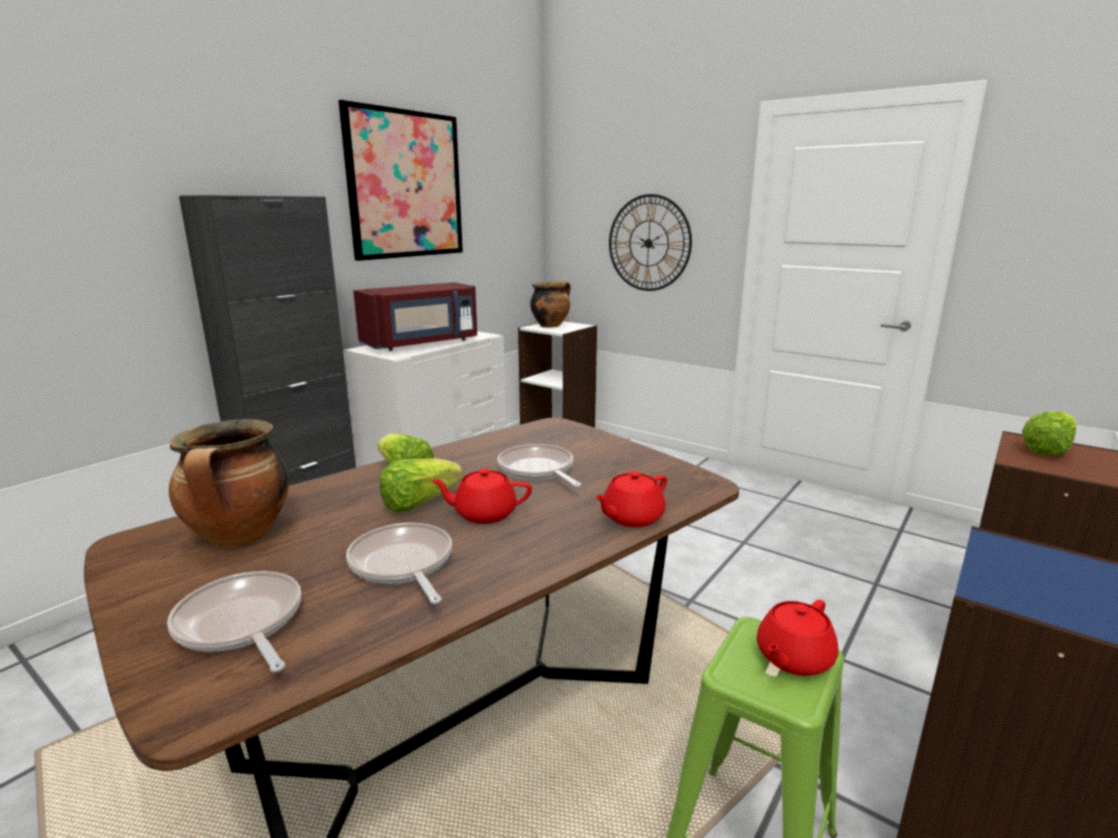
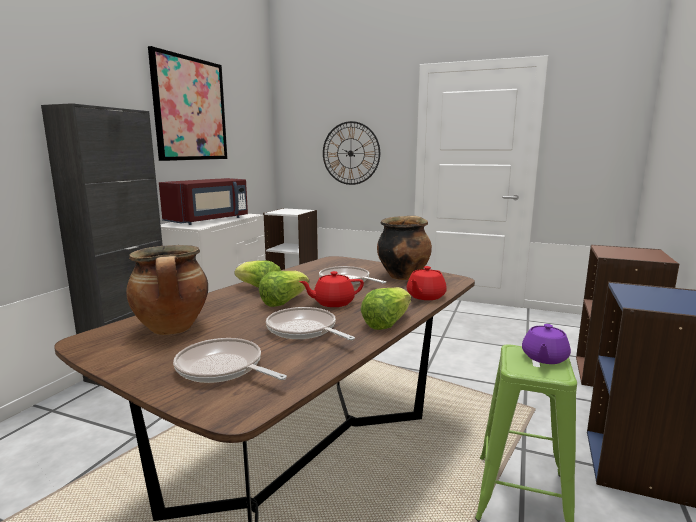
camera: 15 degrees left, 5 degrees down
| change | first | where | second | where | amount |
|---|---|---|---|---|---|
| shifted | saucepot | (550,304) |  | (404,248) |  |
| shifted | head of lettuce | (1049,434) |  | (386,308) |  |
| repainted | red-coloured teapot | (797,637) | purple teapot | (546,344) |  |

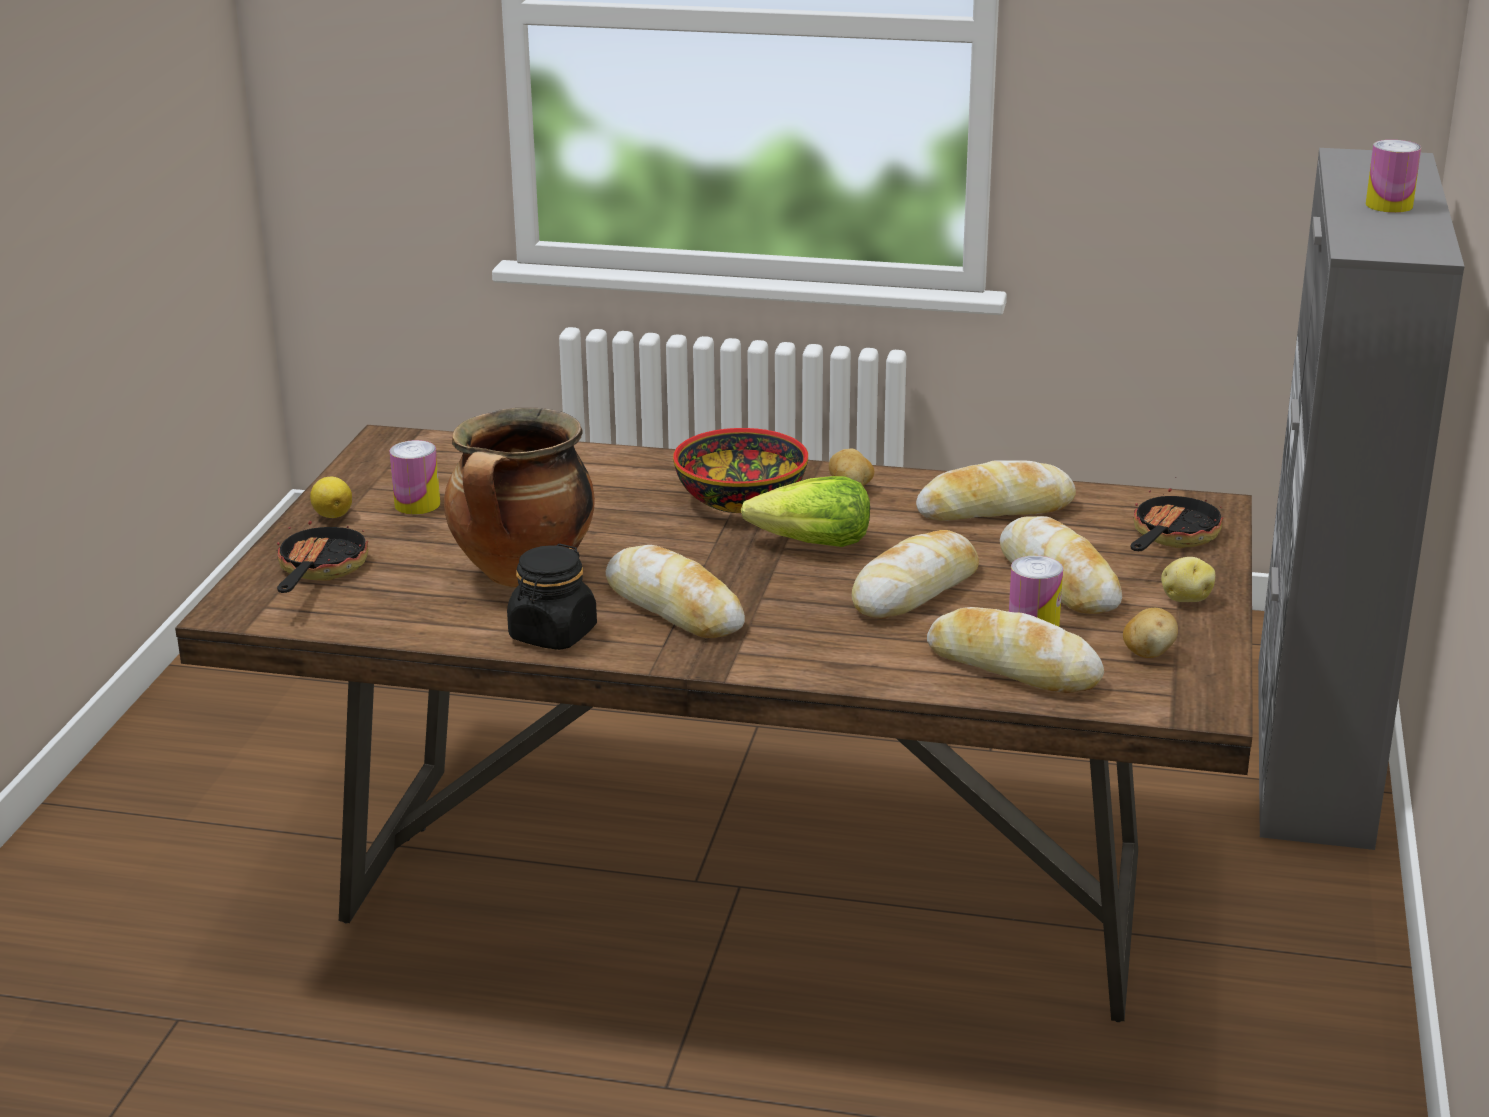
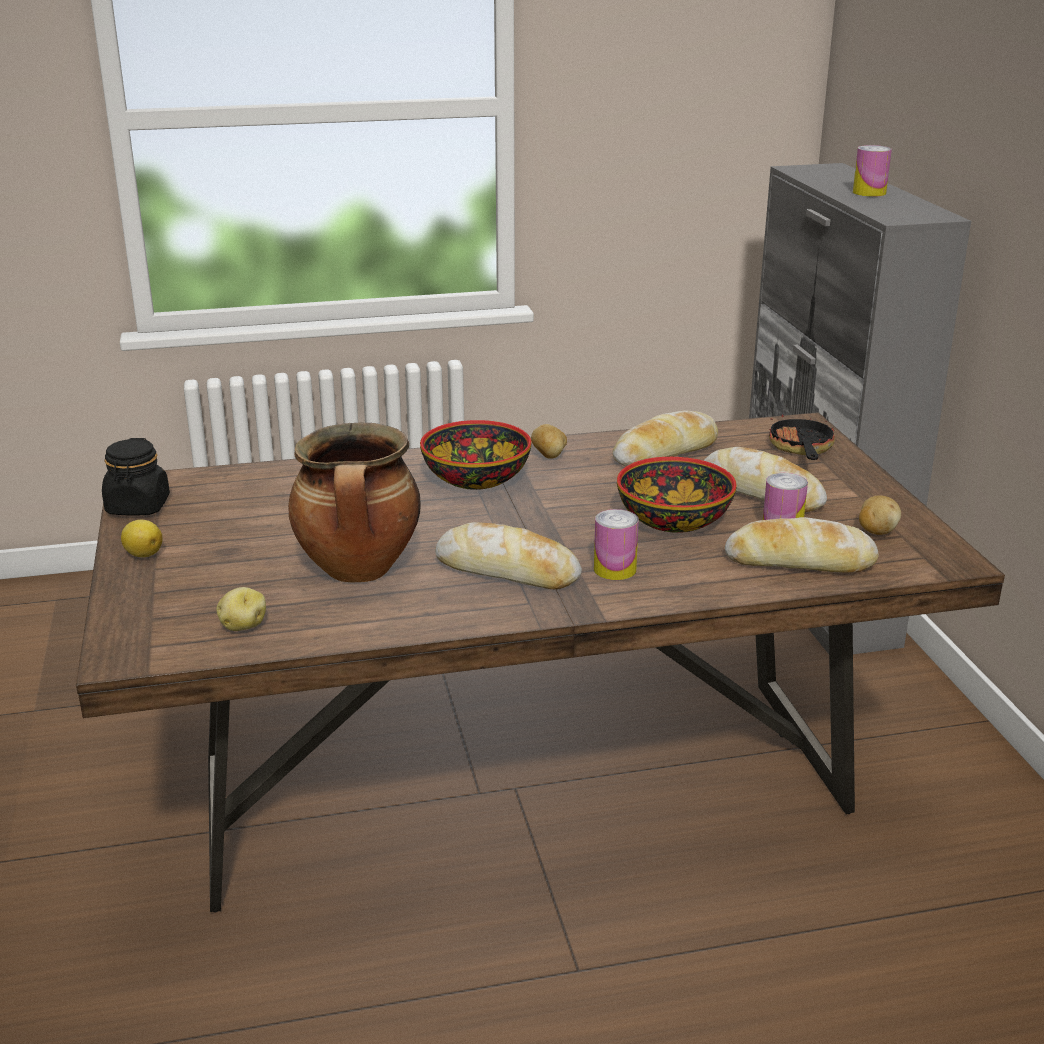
camera: 25 degrees left, 0 degrees up
| change | first | where | second | where | amount |
|---|---|---|---|---|---|
| gone | skillet | (322,551) |  |  |  |
| gone | head of lettuce | (805,511) |  |  |  |
| shifted | metal can | (415,477) |  | (616,544) |  |
| shifted | black jar | (552,597) |  | (136,477) |  |
| shifted | whole potato | (1188,579) |  | (241,609) |  |
| swapped | bakery bread | (915,574) | serving bowl | (677,495) |  |

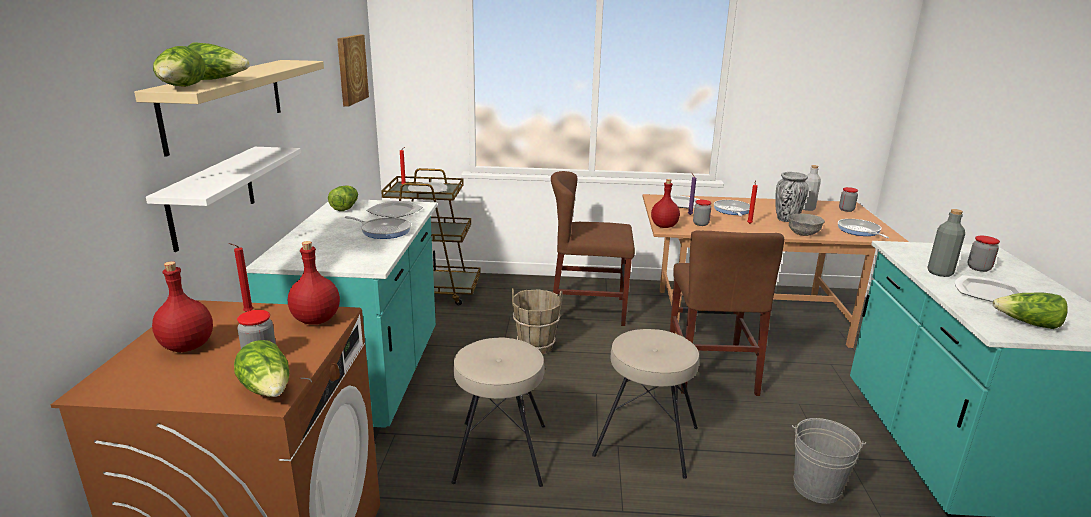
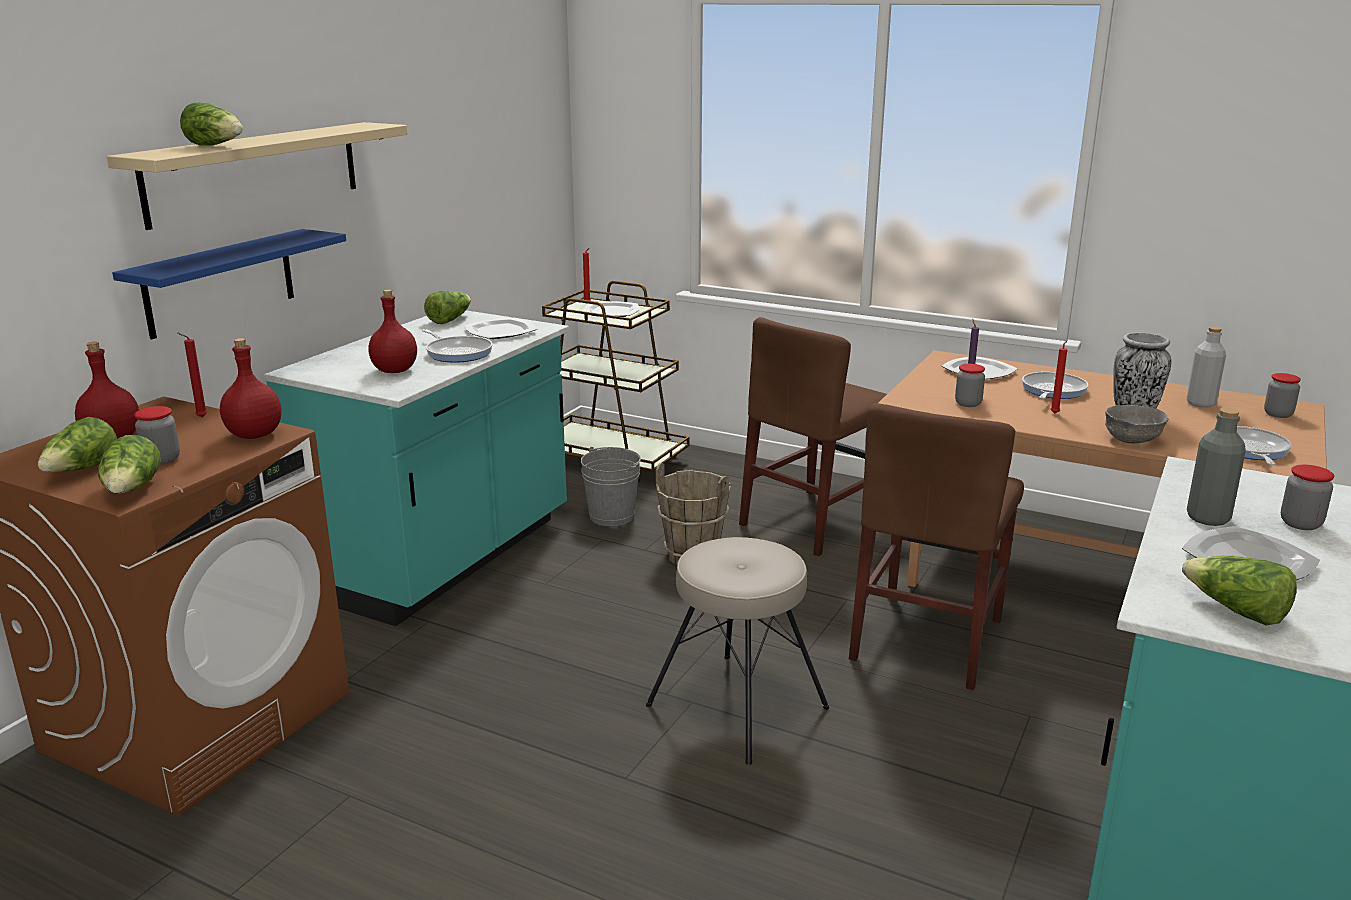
camera: 25 degrees right, 0 degrees up
| change | first | where | second | where | amount |
|---|---|---|---|---|---|
| gone | wall picture | (353,71) |  |  |  |
| gone | sand-coloured stool seat | (498,412) |  |  |  |
| shifted | head of lettuce | (179,66) |  | (77,444) |  |
| shifted | red-coloured beverage bottle | (665,203) |  | (393,331) |  |
| shifted | greyish water bucket | (829,461) |  | (611,486) |  |
| repainted | white-coloured bracket shelf | (223,199) | blue bracket shelf | (229,284) |  |
| rotated | brown-coloured chair | (593,248) |  | (813,436) | 75 degrees counterclockwise |

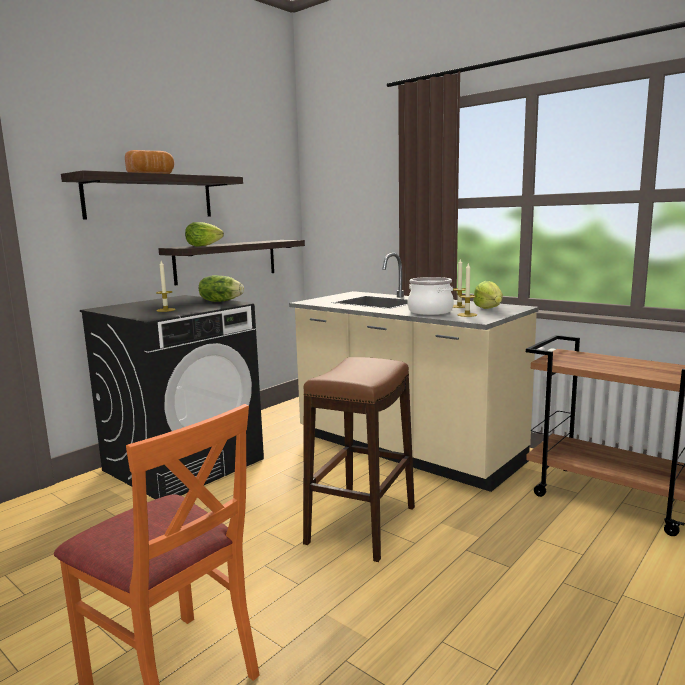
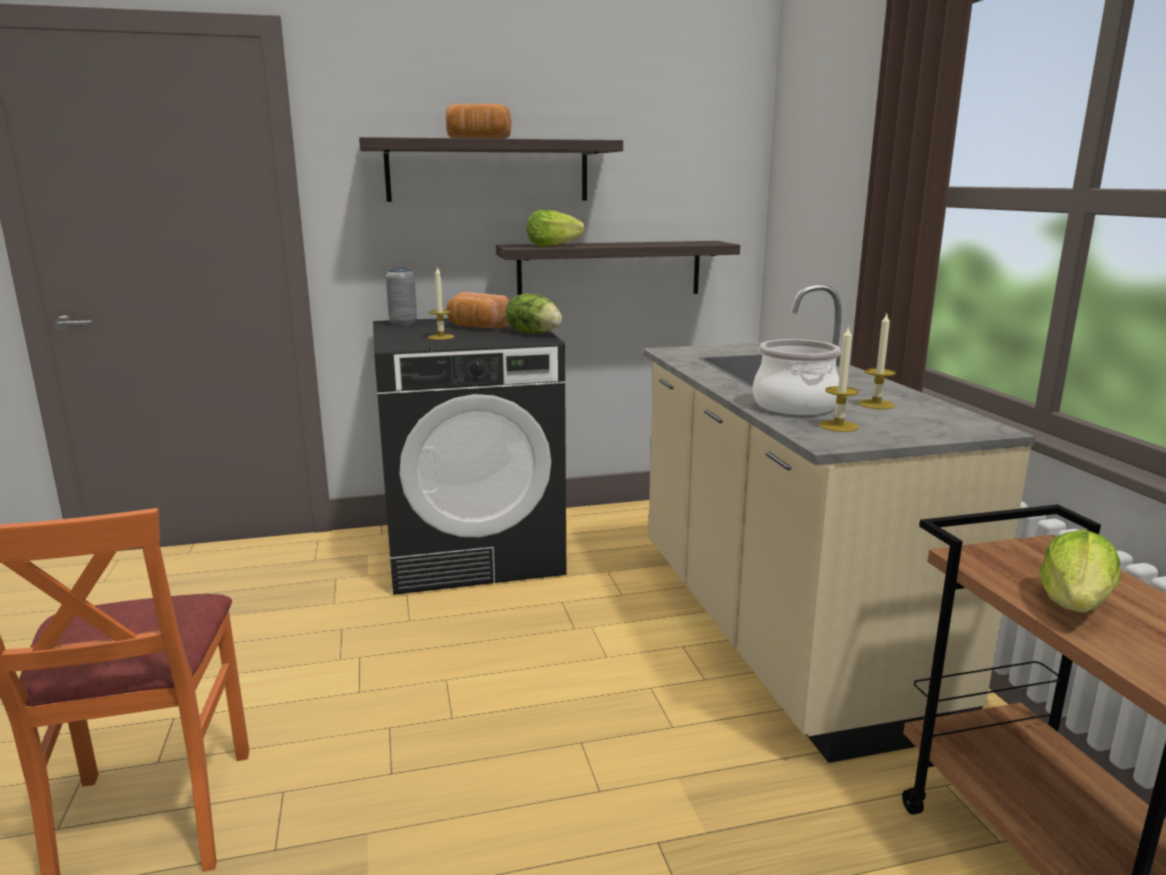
camera: 35 degrees right, 5 degrees up
| change | first | where | second | where | amount |
|---|---|---|---|---|---|
| gone | brown-coloured stool seat | (359,459) |  |  |  |
| new |  |  | greyish flower vase | (401,296) |  |
| new |  |  | bakery bread | (477,310) |  |
| shifted | head of lettuce | (488,295) |  | (1080,571) |  |

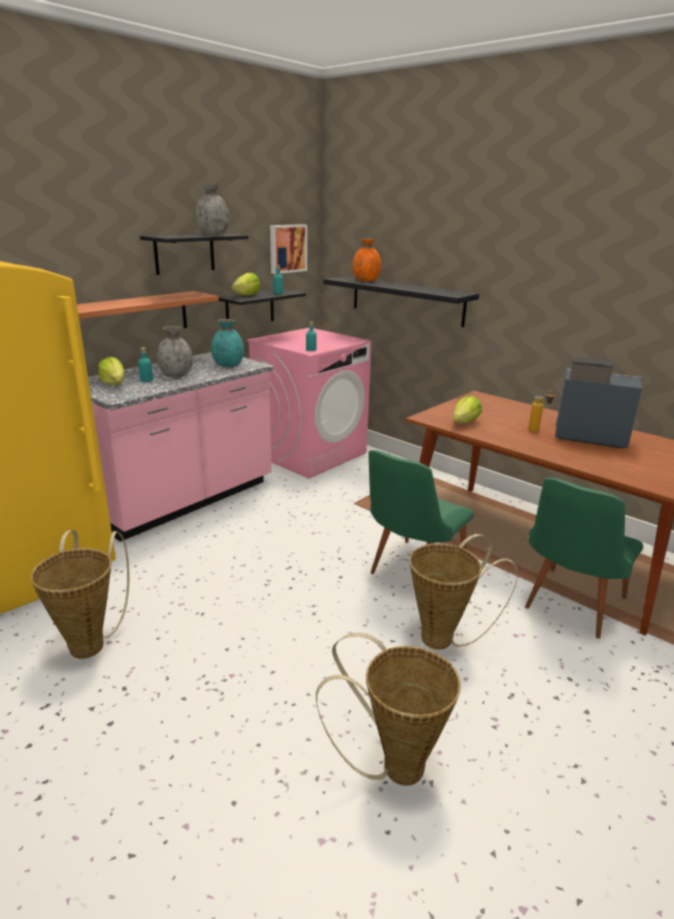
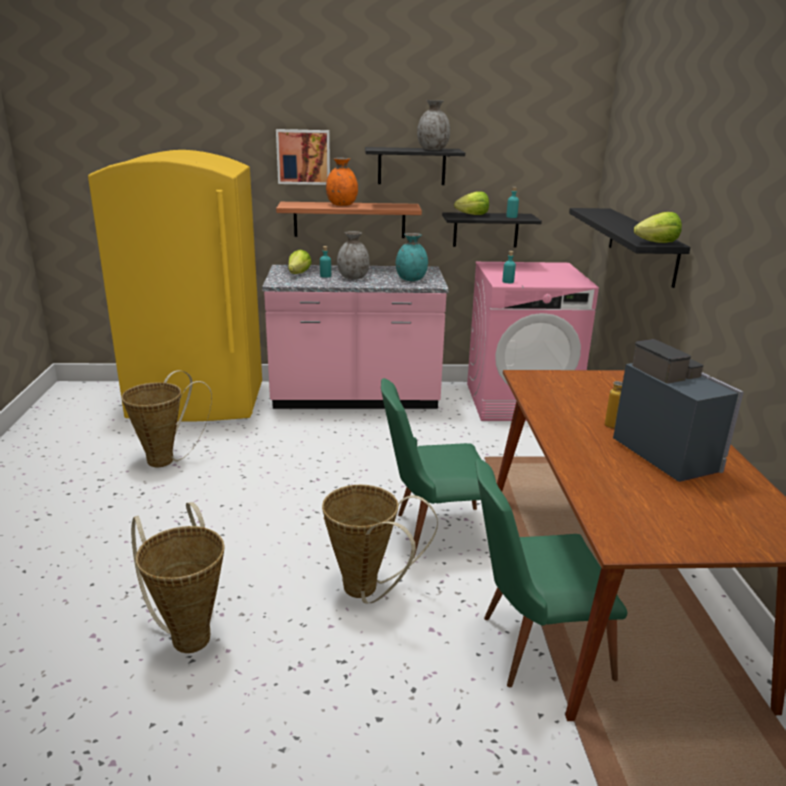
camera: 45 degrees right, 0 degrees up
| change | first | where | second | where | amount |
|---|---|---|---|---|---|
| shifted | wall picture | (288,249) |  | (303,157) |  |
| shifted | orange flower vase | (367,260) |  | (342,182) |  |
| shifted | head of lettuce | (467,410) |  | (658,227) |  |

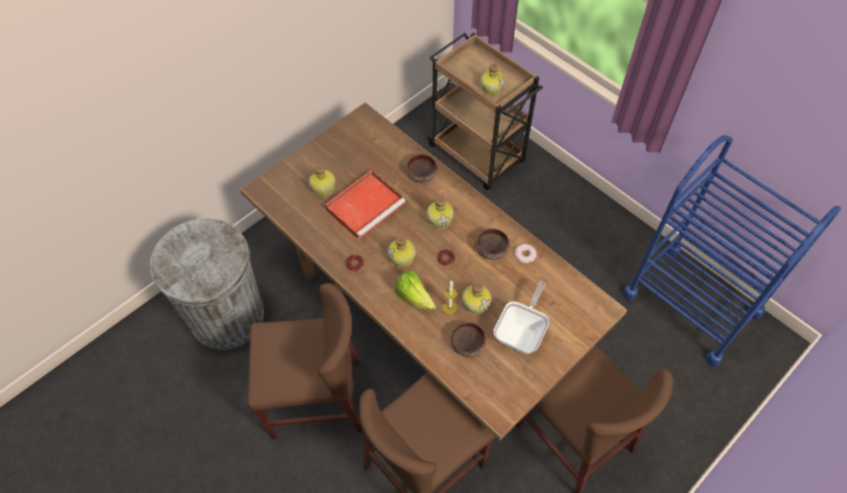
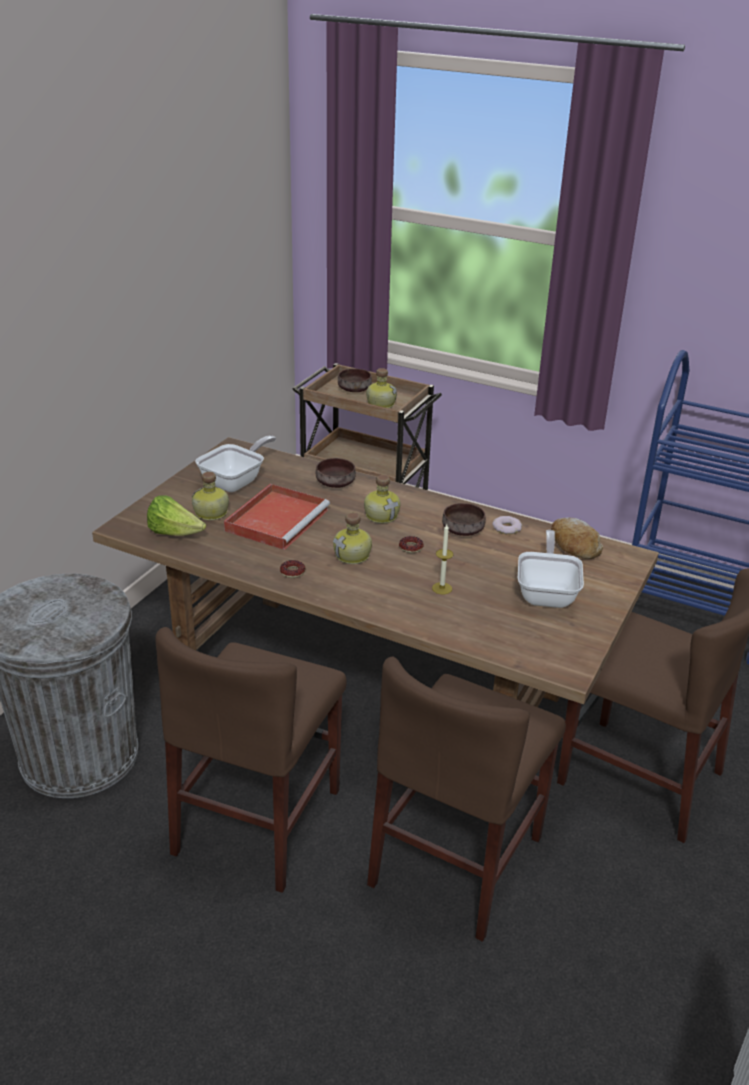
camera: 20 degrees left, 25 degrees down
| change | first | where | second | where | amount |
|---|---|---|---|---|---|
| gone | beverage bottle | (476,298) |  |  |  |
| new |  |  | skillet | (235,463) |  |
| new |  |  | bakery bread | (577,538) |  |
| shifted | head of lettuce | (415,290) |  | (176,515) |  |
| shifted | brown-coloured serving bowl | (468,339) |  | (355,380) |  |
| rotated | brown-coloured chair | (305,361) |  | (251,760) | 135 degrees clockwise |

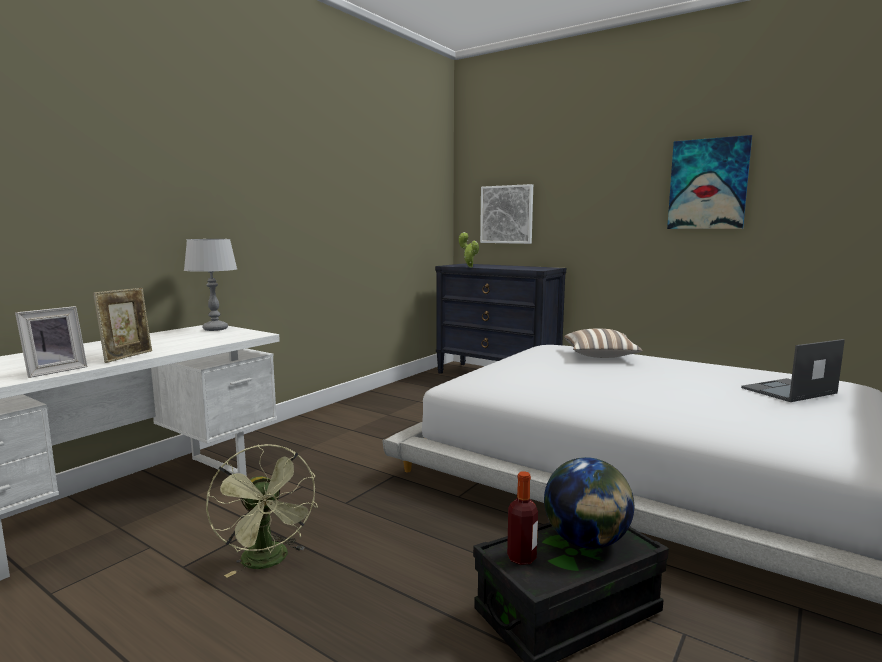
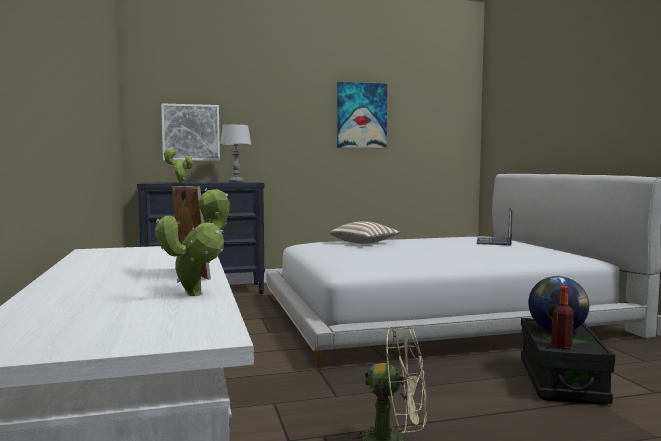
camera: 50 degrees left, 5 degrees down
| change | first | where | second | where | amount |
|---|---|---|---|---|---|
| shifted | greyish tabletop lamp | (210,285) |  | (236,153) |  |
| swapped | photo frame | (51,342) | potted plant | (192,242) |  |

